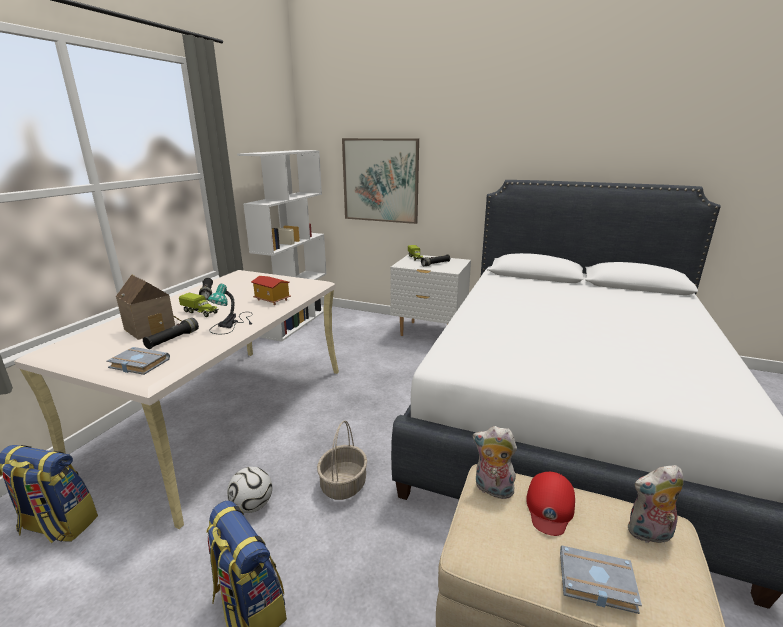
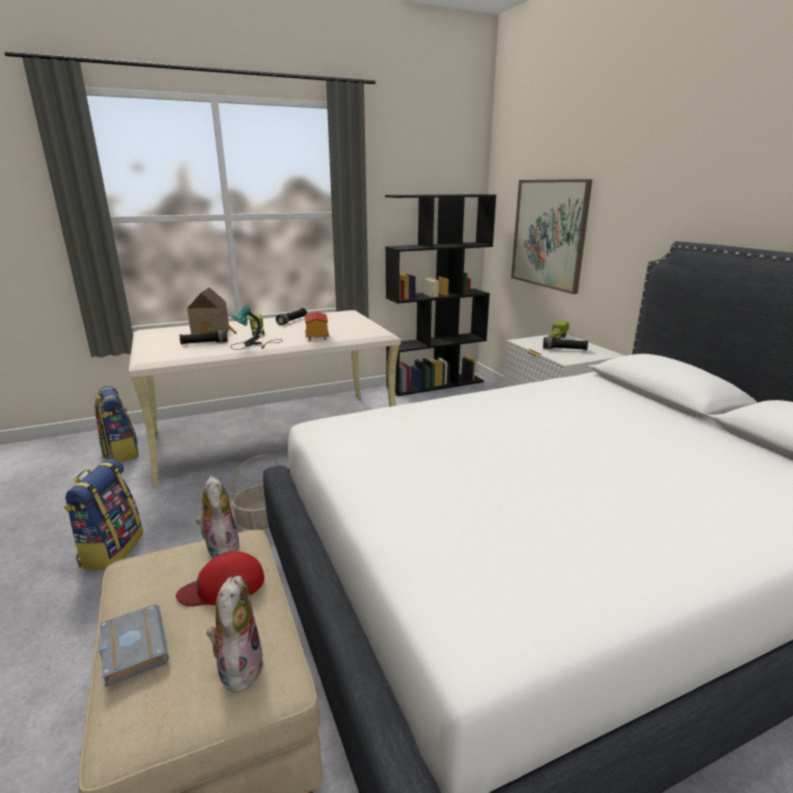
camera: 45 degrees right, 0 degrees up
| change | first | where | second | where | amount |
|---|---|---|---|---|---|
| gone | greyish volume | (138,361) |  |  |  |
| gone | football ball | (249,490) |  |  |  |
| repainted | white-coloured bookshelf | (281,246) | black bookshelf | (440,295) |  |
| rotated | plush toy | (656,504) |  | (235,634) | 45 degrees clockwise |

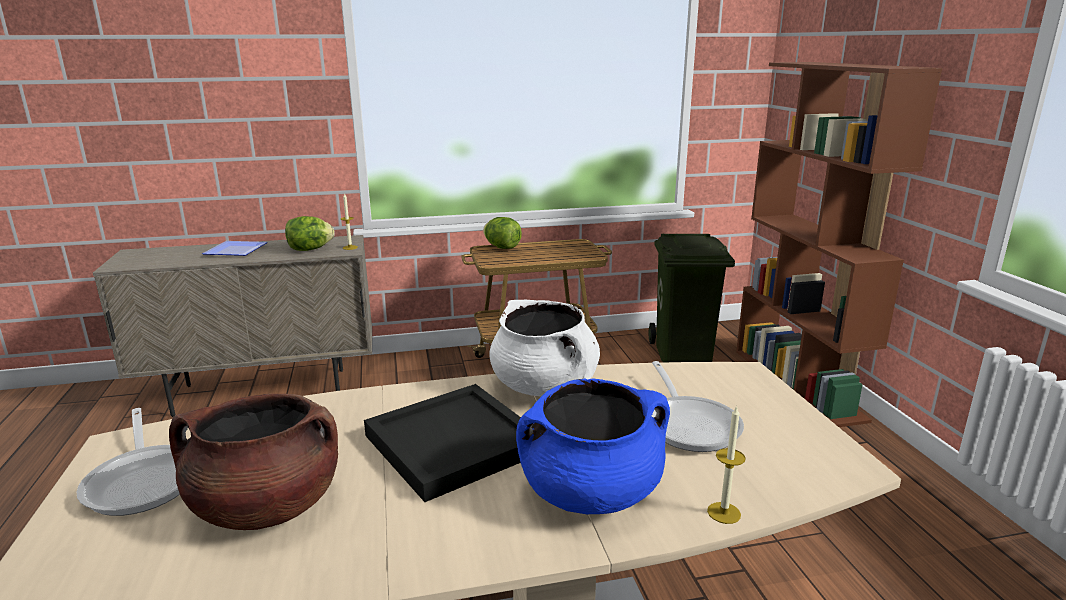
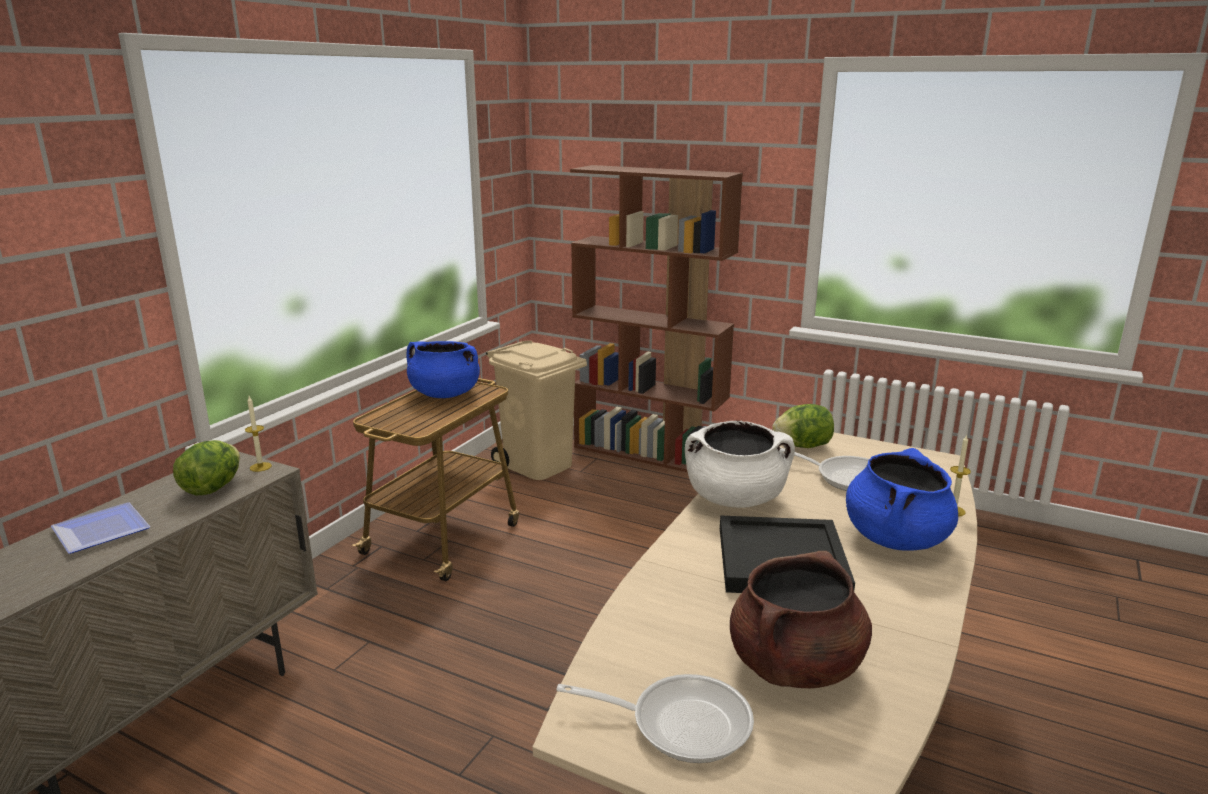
camera: 50 degrees left, 0 degrees up
| change | first | where | second | where | amount |
|---|---|---|---|---|---|
| new |  |  | blue saucepot | (443,369) |  |
| shifted | head of lettuce | (502,233) |  | (803,426) |  |
| repainted | greenish waste bin | (692,298) | sand-coloured waste bin | (536,410) |  |

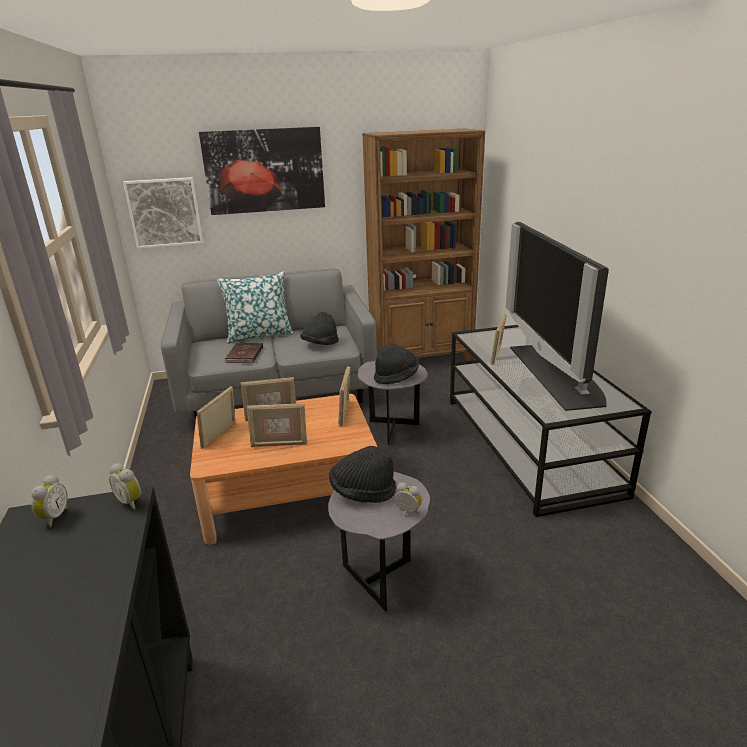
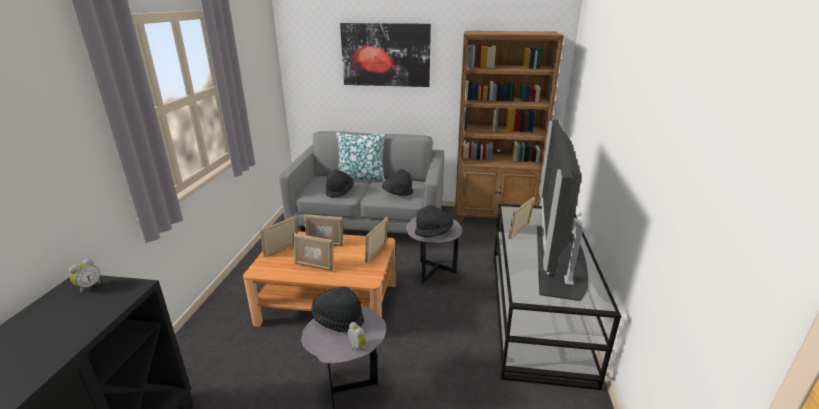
camera: 20 degrees right, 0 degrees up
| change | first | where | second | where | amount |
|---|---|---|---|---|---|
| gone | alarm clock | (125,486) |  |  |  |
| gone | wall picture | (163,213) |  |  |  |
| swapped | brown-coloured volume | (243,353) | black clothing hat | (340,183) |  |

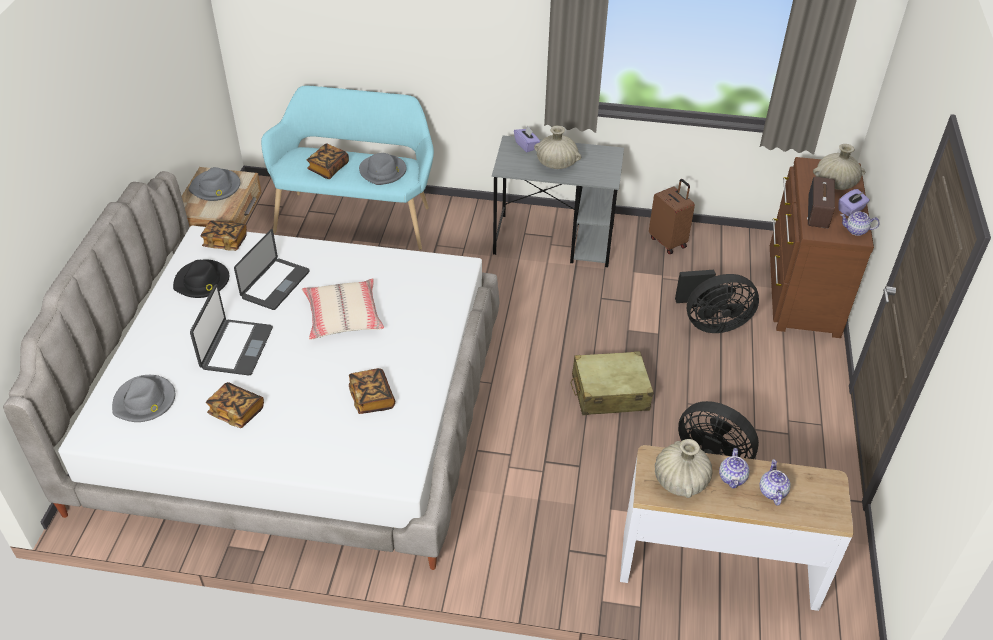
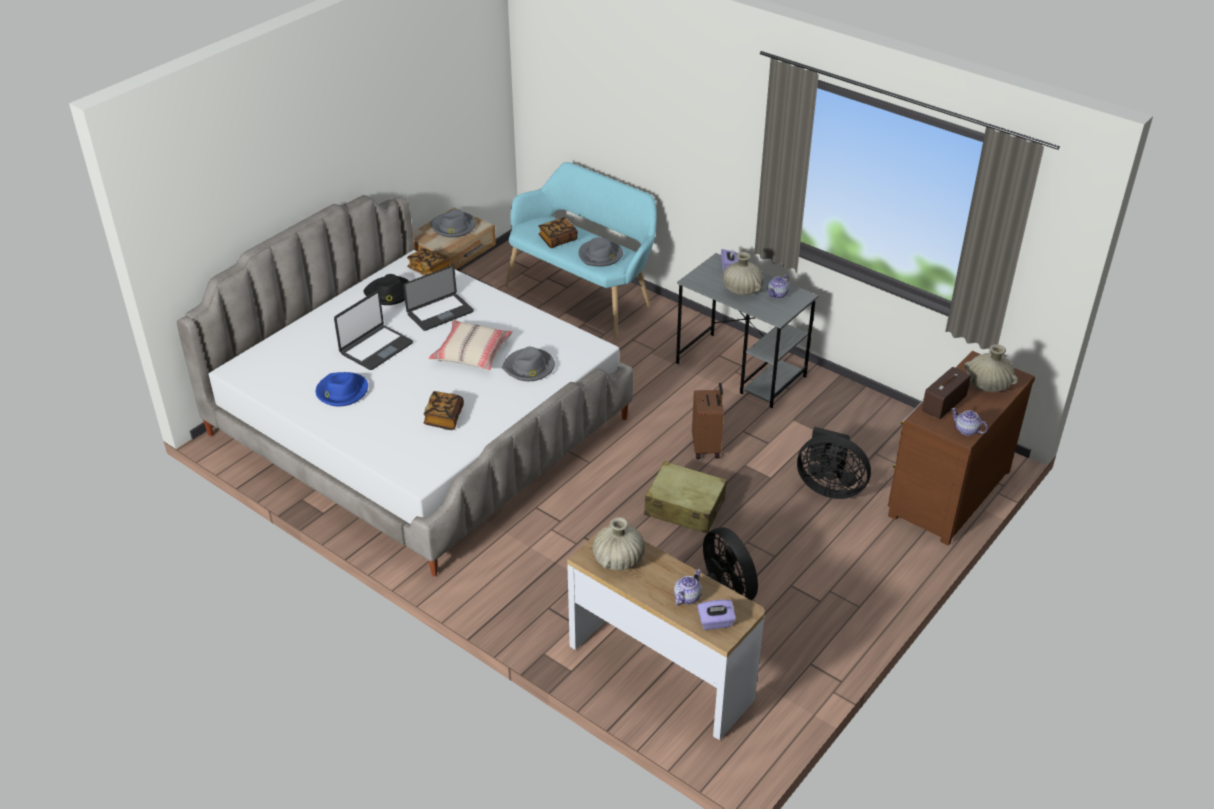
camera: 30 degrees right, 5 degrees down
| change | first | where | second | where | amount |
|---|---|---|---|---|---|
| shifted | greyish clothing hat | (143,398) |  | (528,364) |  |
| shifted | brown-coloured piece of luggage | (672,216) |  | (708,421) |  |
| shifted | teapot | (734,468) |  | (778,286) |  |
| shifted | purple box of tissues | (854,203) |  | (716,615) |  |
| swapped | volume | (235,405) | blue clothing hat | (342,389) |  |

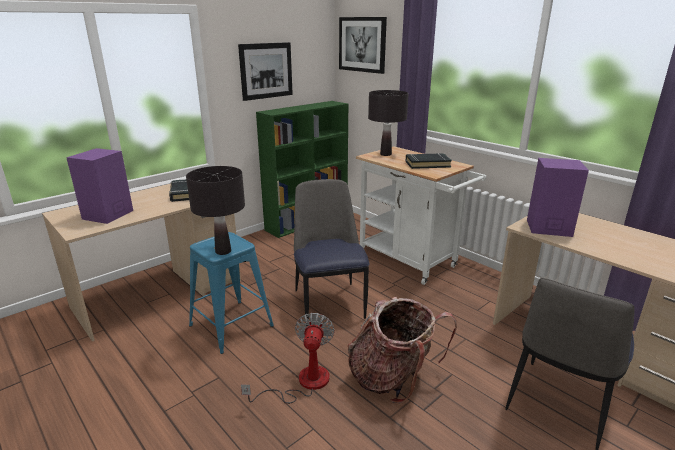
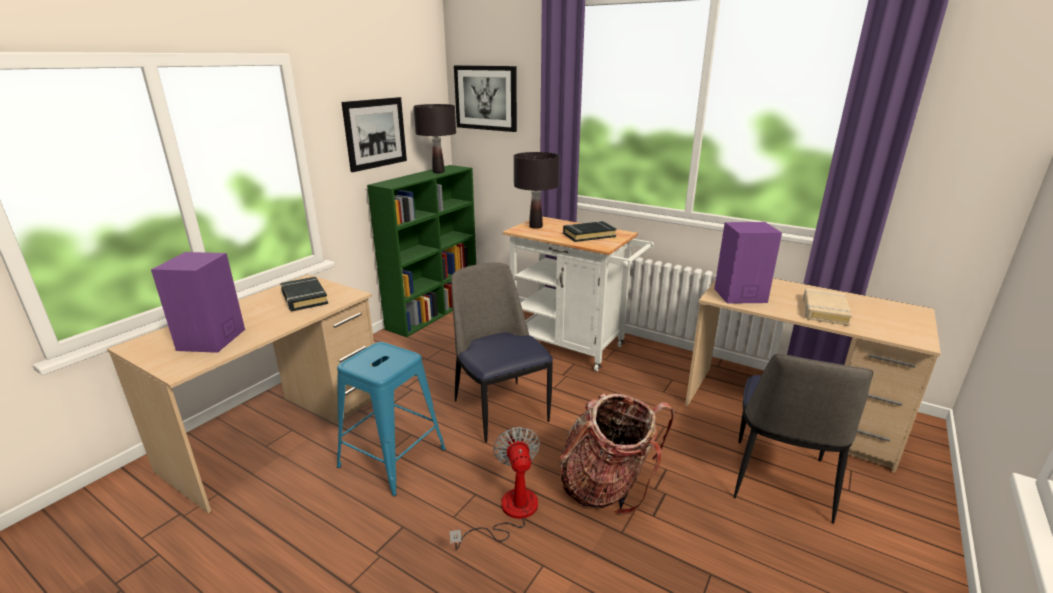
camera: 15 degrees left, 0 degrees up
| change | first | where | second | where | amount |
|---|---|---|---|---|---|
| new |  |  | sand-coloured volume | (827,307) |  |
| shifted | black tabletop lamp | (215,210) |  | (434,138) |  |

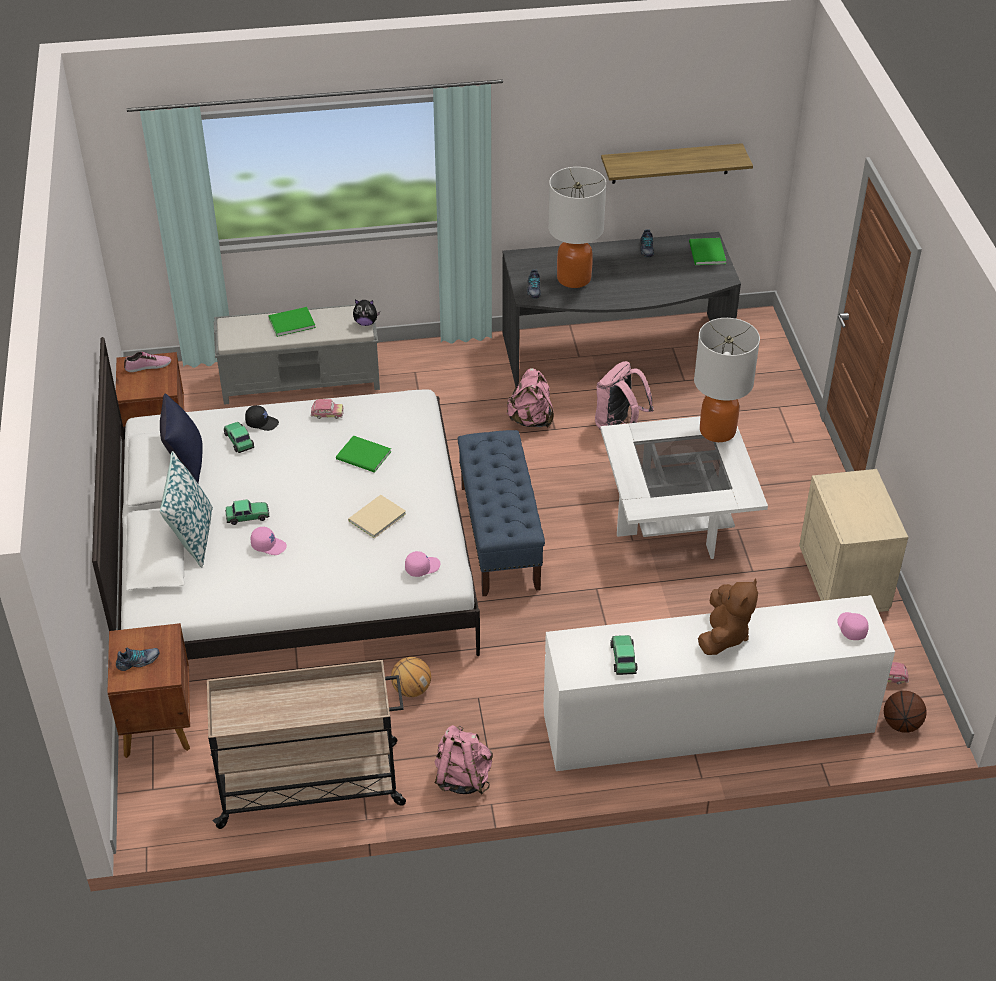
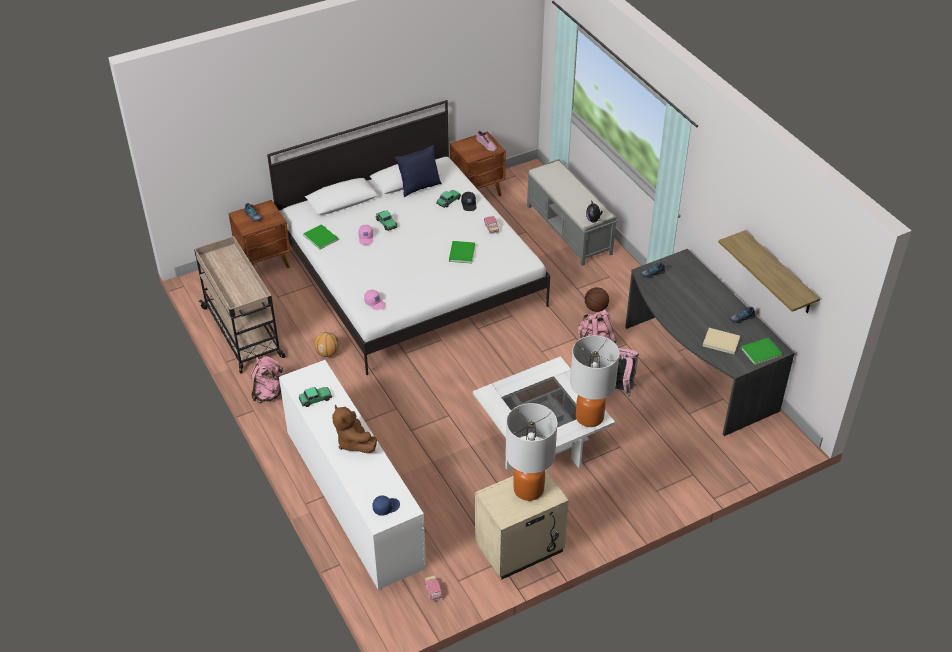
camera: 70 degrees right, 0 degrees up
| change | first | where | second | where | amount |
|---|---|---|---|---|---|
| gone | pillow | (186,509) |  |  |  |
| gone | blue indoor bench | (501,513) |  |  |  |
| shifted | greenish volume | (292,322) |  | (321,237) |  |
| shifted | sand-coloured volume | (377,516) |  | (721,341) |  |
| shifted | tabletop lamp | (577,227) |  | (531,452) |  |
| shifted | ball for basketball | (905,712) |  | (597,299) |  |
| repainted | pinkish baseball cap | (853,626) | blue baseball cap | (386,505) |  |
| rotated | brown-coloured plush toy | (728,616) |  | (354,429) | 60 degrees clockwise |

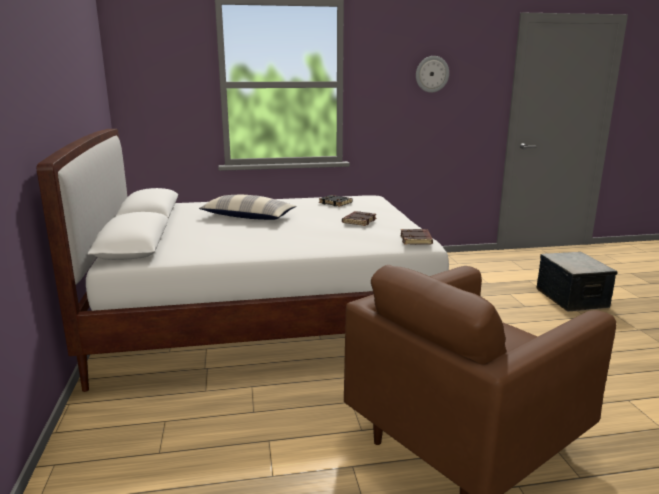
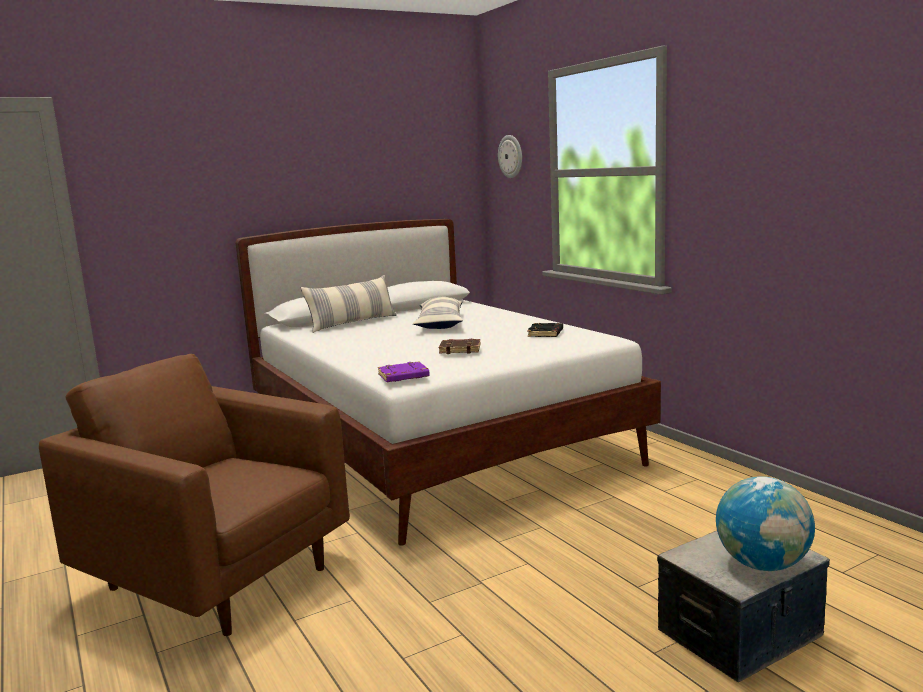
camera: 70 degrees right, 5 degrees down
| change | first | where | second | where | amount |
|---|---|---|---|---|---|
| new |  |  | pillow | (349,304) |  |
| new |  |  | world globe | (765,523) |  |
| shifted | hanging clock | (432,74) |  | (510,156) |  |
| repainted | brown-coloured volume | (417,237) | purple volume | (404,371) |  |

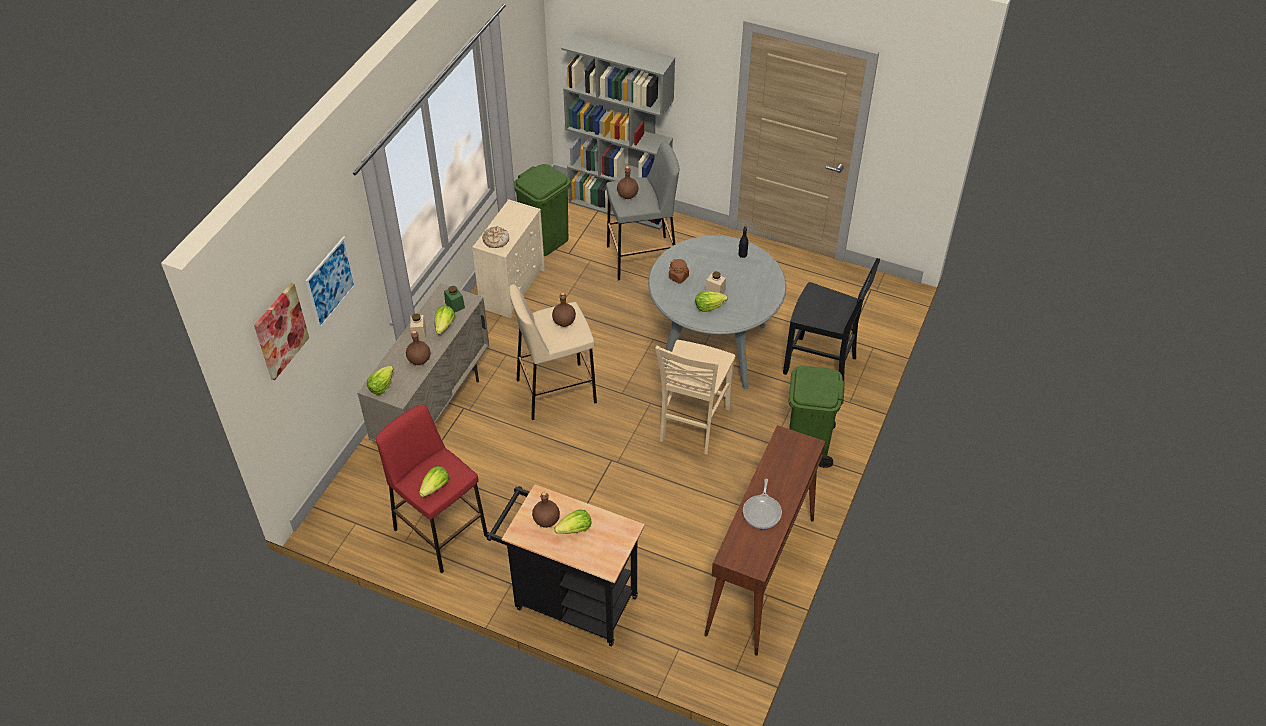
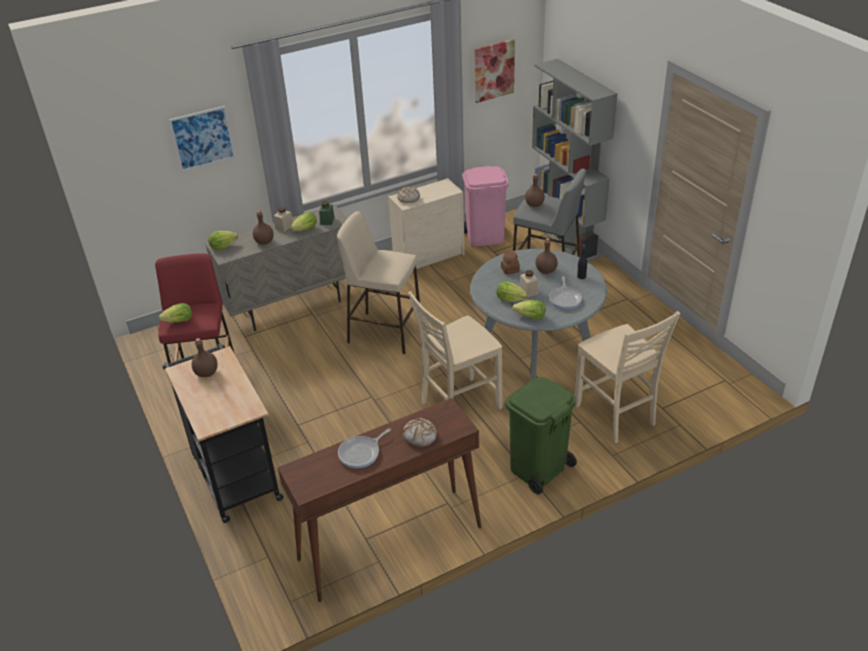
camera: 40 degrees right, 10 degrees down
| change | first | where | second | where | amount |
|---|---|---|---|---|---|
| new |  |  | bakery bread | (420,432) |  |
| new |  |  | skillet | (565,292) |  |
| shifted | wall picture | (281,331) |  | (494,71) |  |
| shifted | brown-coloured beverage bottle | (564,309) |  | (546,256) |  |
| shifted | head of lettuce | (572,522) |  | (528,309) |  |
| repainted | greenish waste bin | (542,210) | pinkish waste bin | (485,206) |  |
| repainted | black chair | (831,319) | sand-coloured chair | (627,377) |  |

